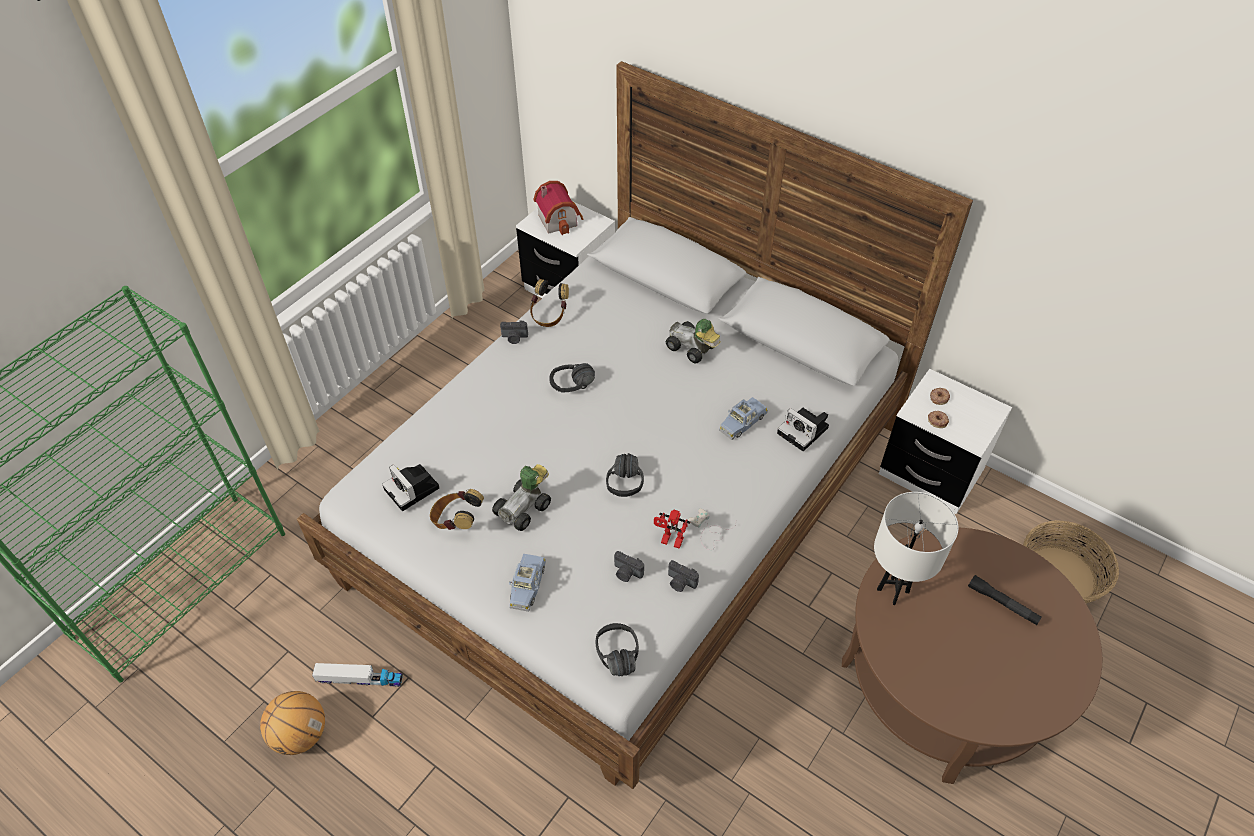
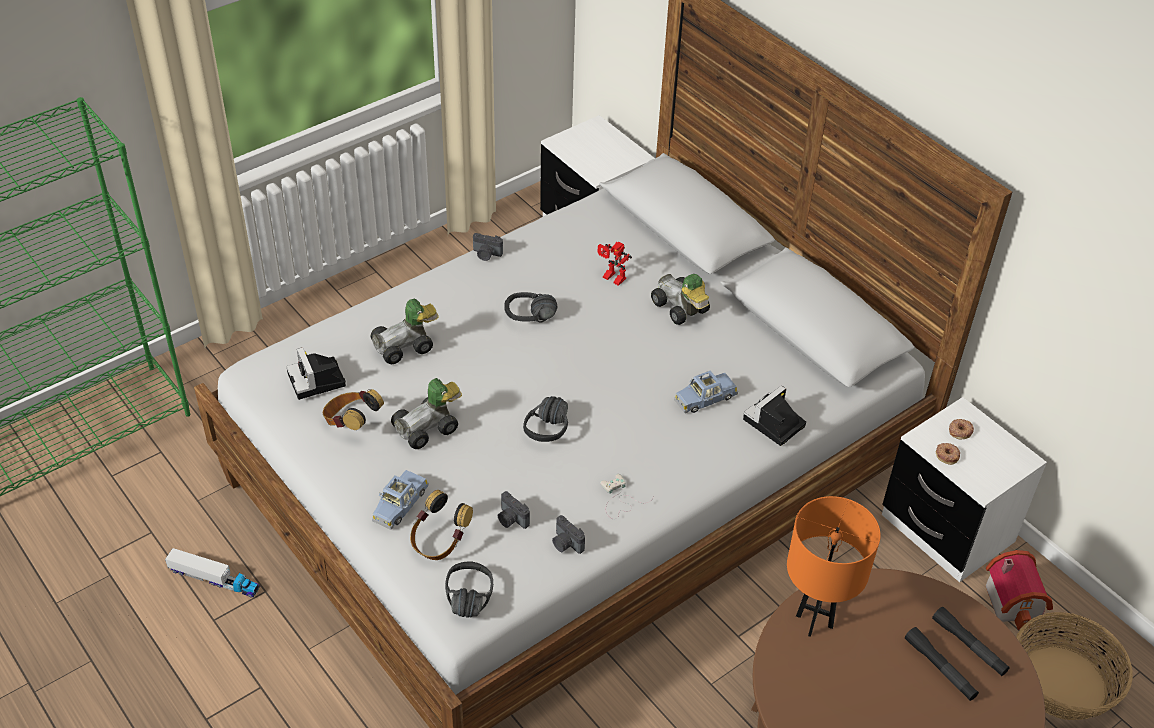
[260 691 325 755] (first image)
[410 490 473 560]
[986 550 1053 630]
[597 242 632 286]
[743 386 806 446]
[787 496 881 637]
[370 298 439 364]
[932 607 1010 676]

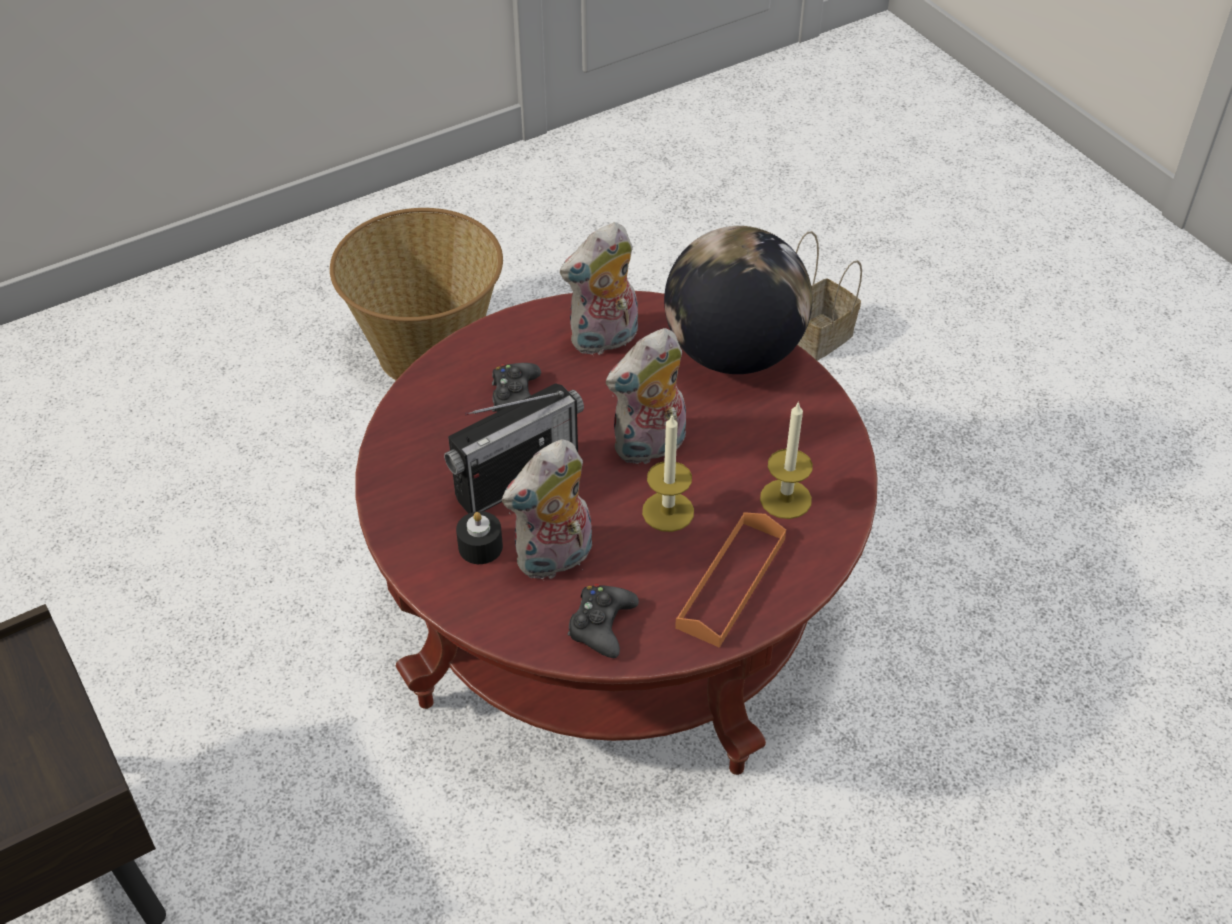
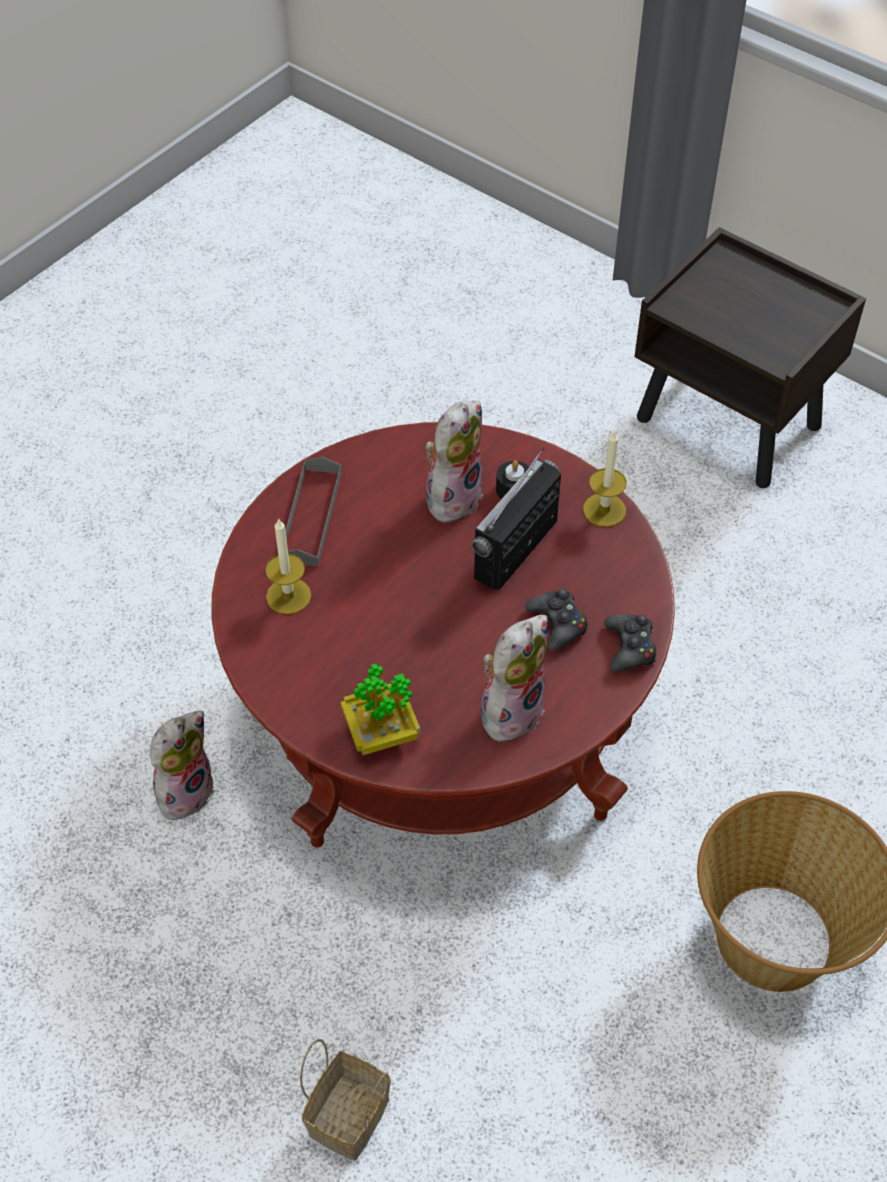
[604 614 656 672]
[150 711 215 823]
[583 430 627 527]
[341 664 420 755]
[285 457 342 566]

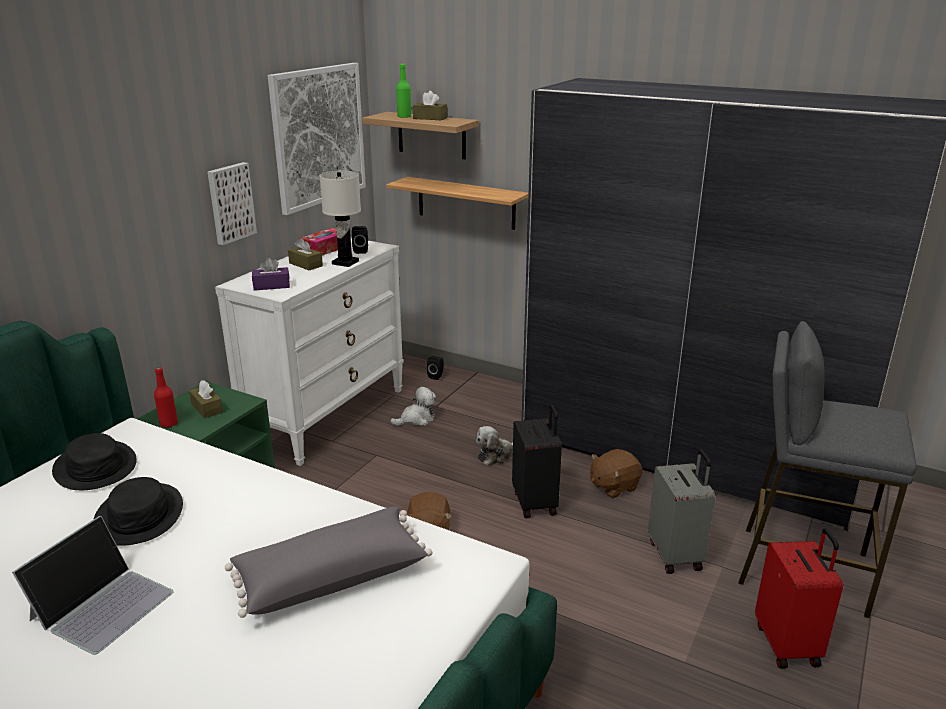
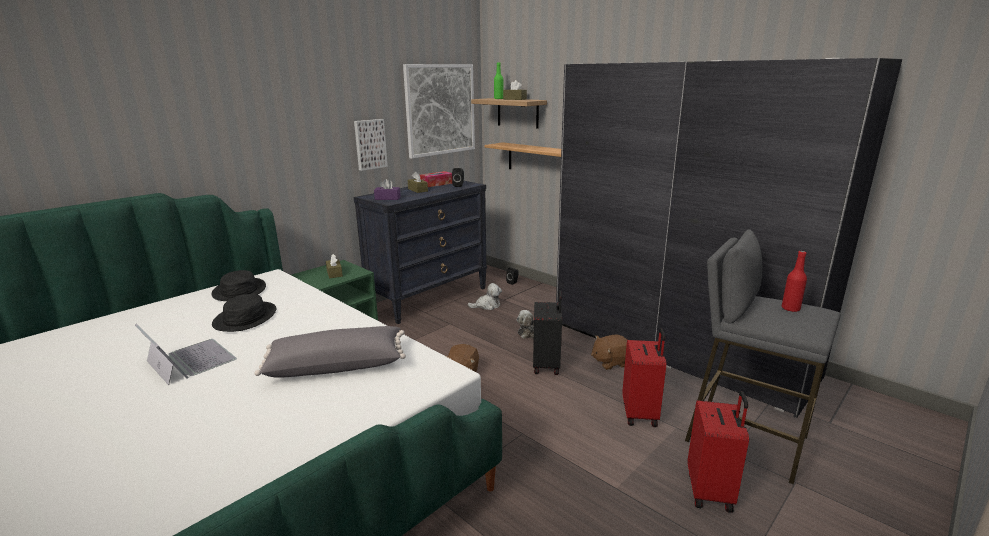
[135 324 237 385]
[782 251 807 312]
[354 181 487 324]
[319 171 361 267] (first image)
[622 328 666 427]

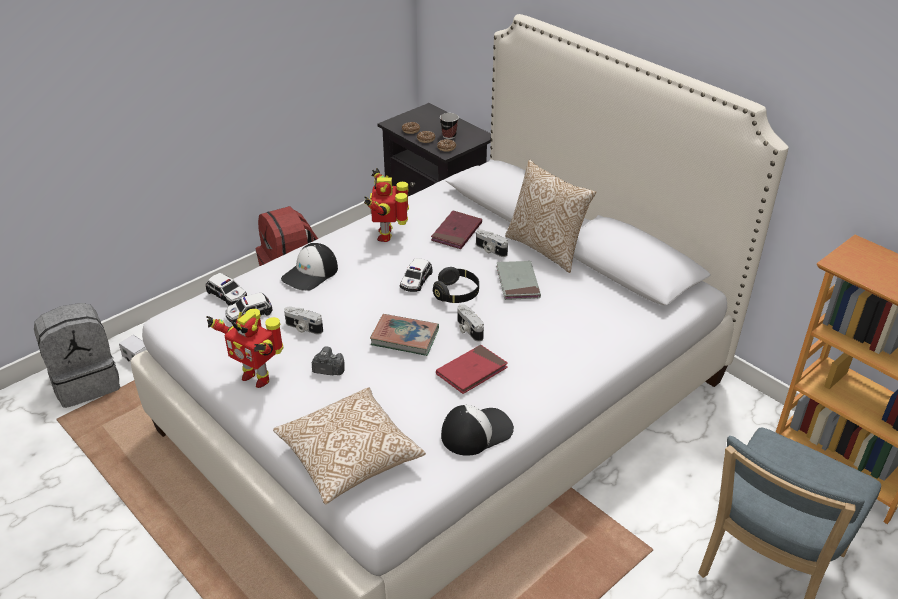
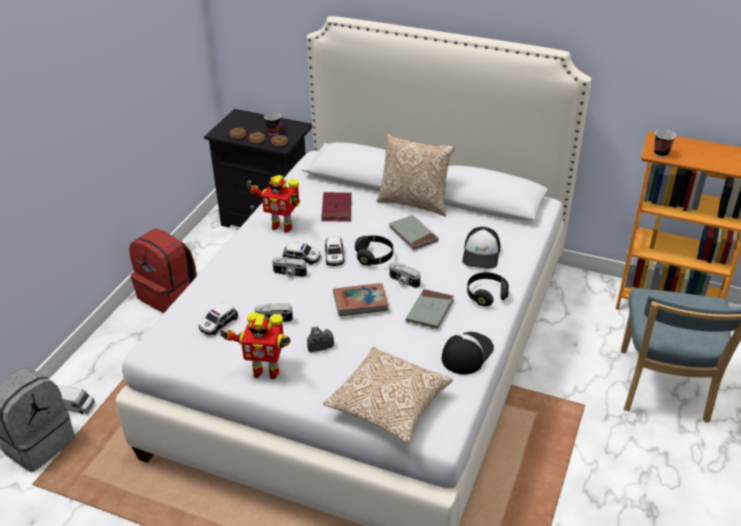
[283 242 321 265]
[462 227 500 269]
[246 175 300 233]
[406 289 454 330]
[272 257 307 277]
[467 272 509 306]
[654 129 676 157]

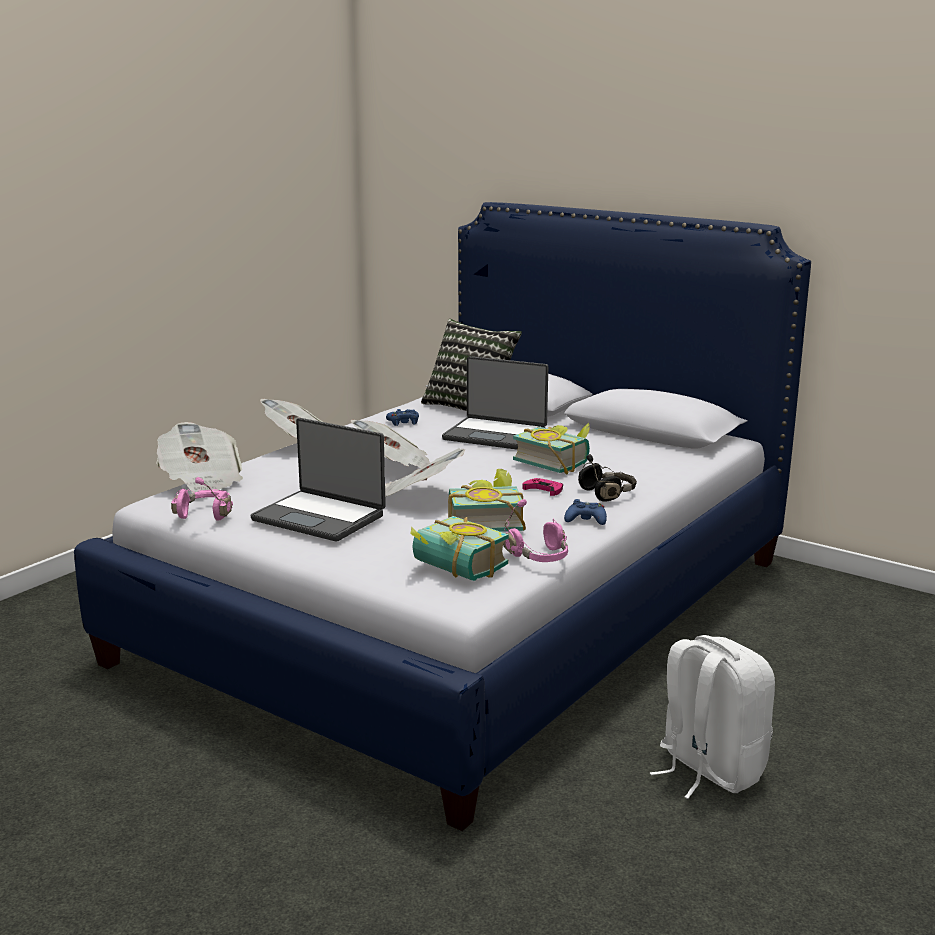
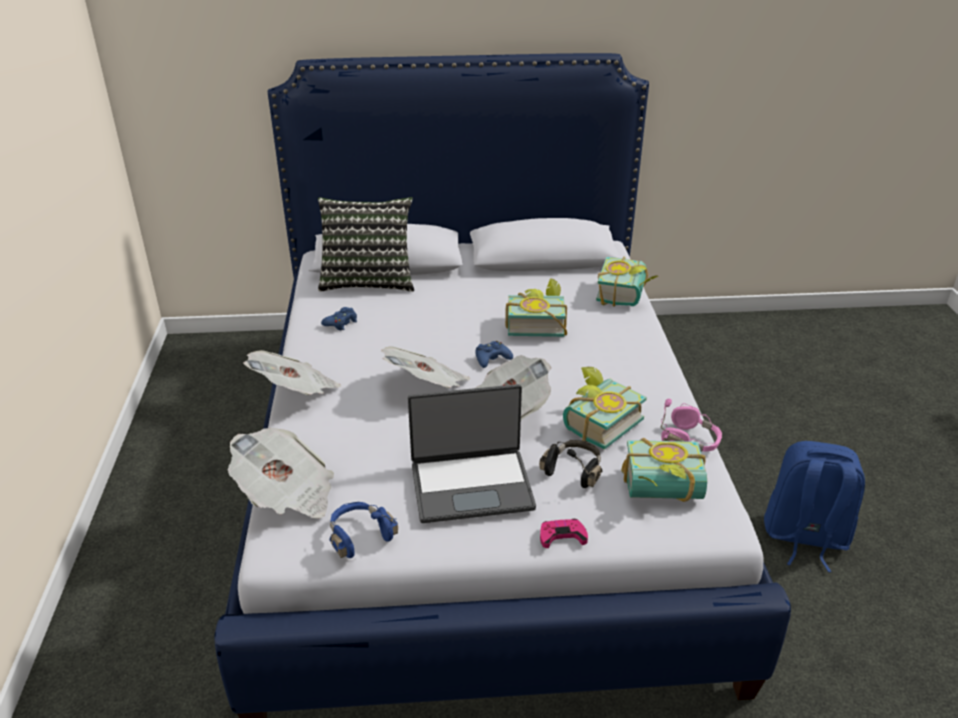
[330 502 398 558]
[442 356 548 450] (first image)
[540 519 588 548]
[475 341 513 368]
[539 440 602 488]
[764 441 865 572]
[596 257 658 307]

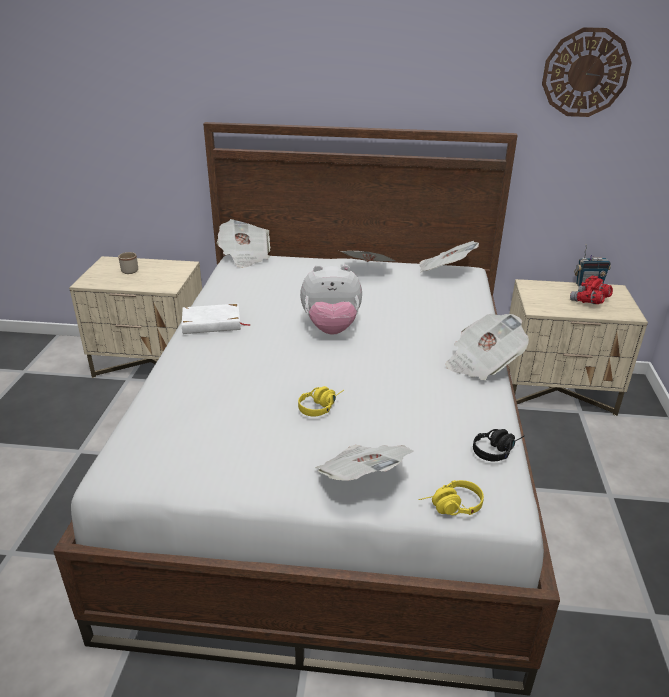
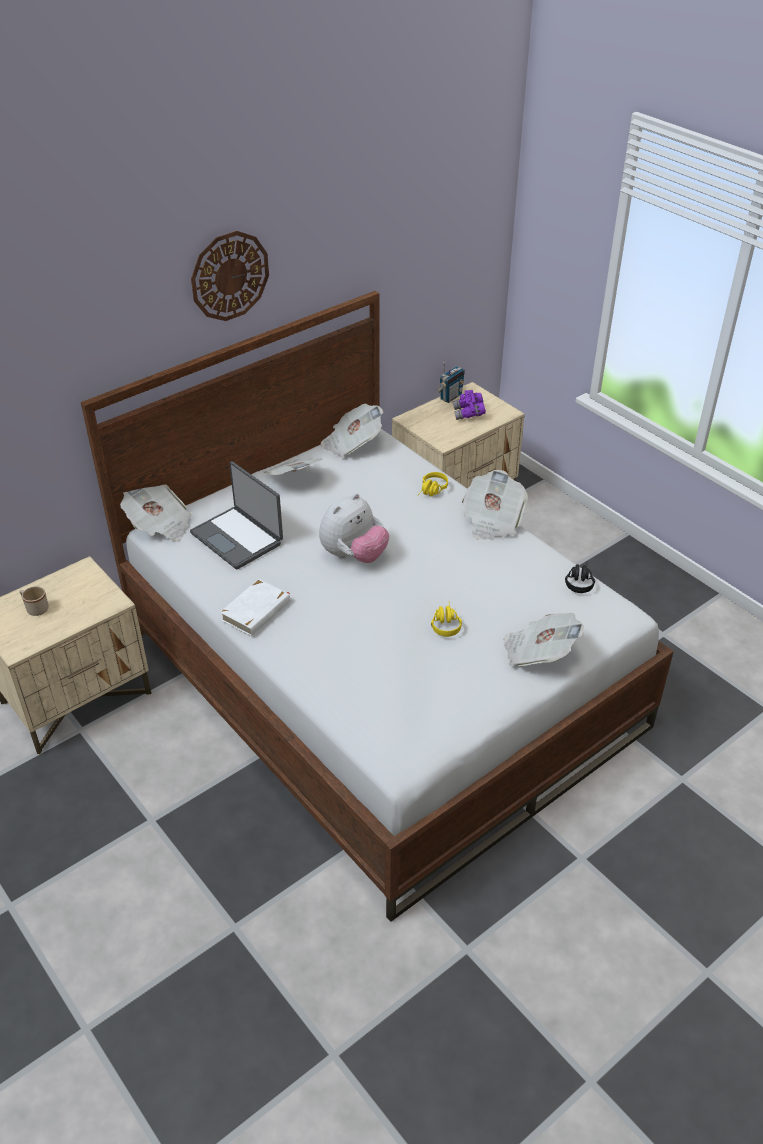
[418 472 448 497]
[191 231 269 321]
[452 390 486 420]
[190 461 283 569]

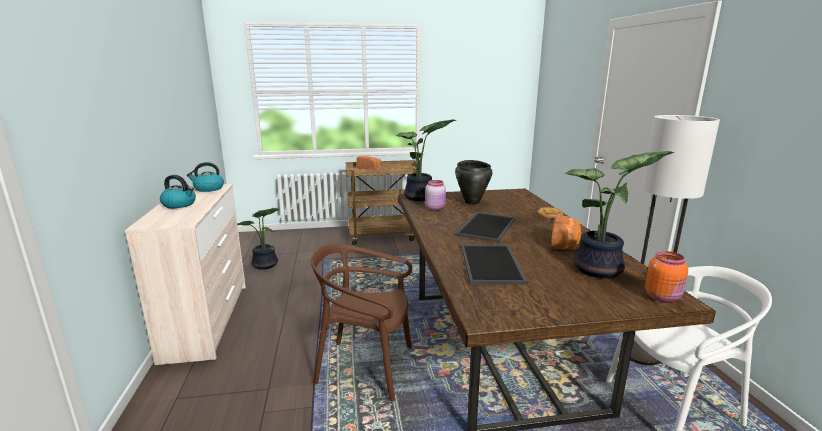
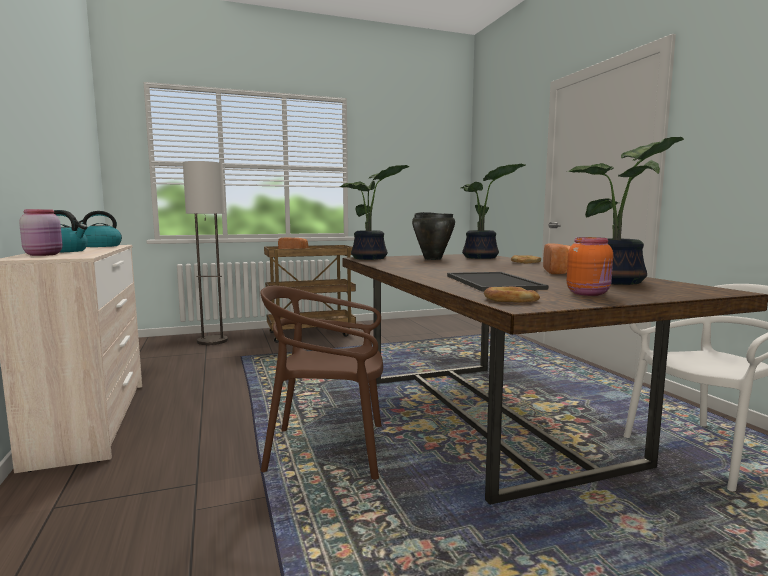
[461 164 526 259]
[19 209 63 256]
[455 212 516 243] (first image)
[183 161 228 345]
[567 237 613 296]
[484 287 540 302]

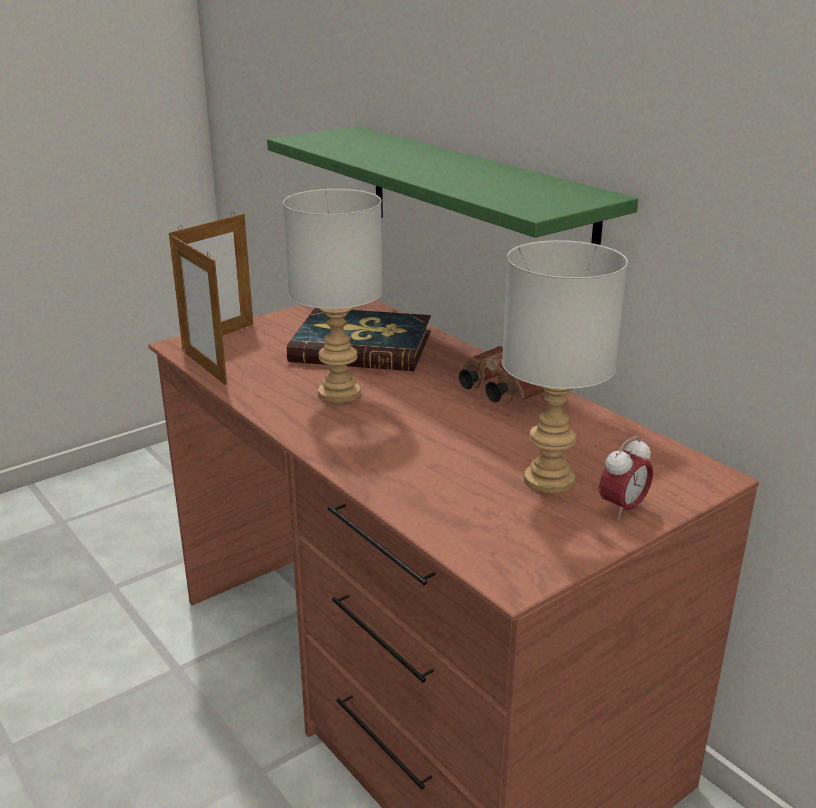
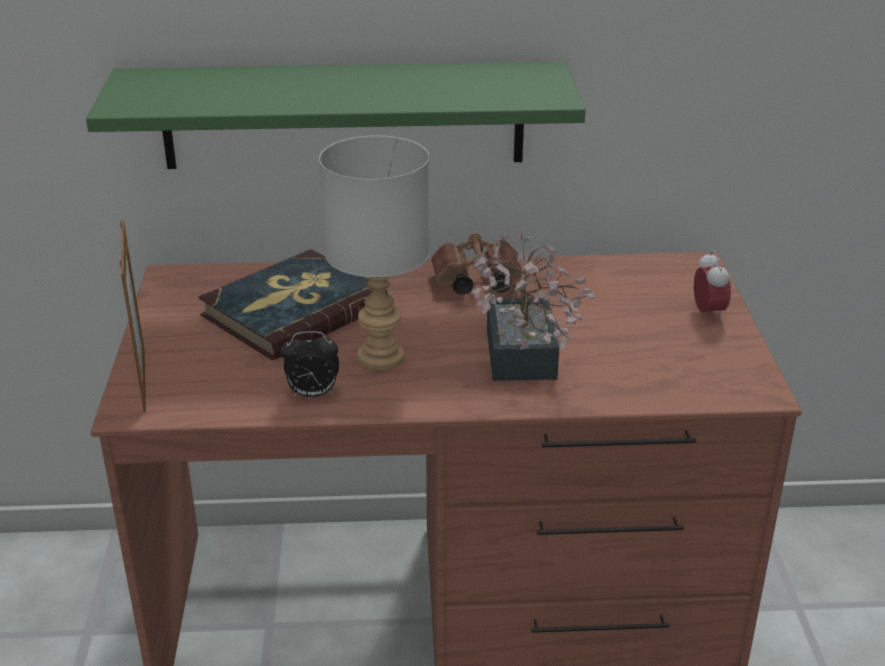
[172 236 227 385] (first image)
[502 240 628 494] (first image)
[281 331 339 397]
[471 232 594 381]

